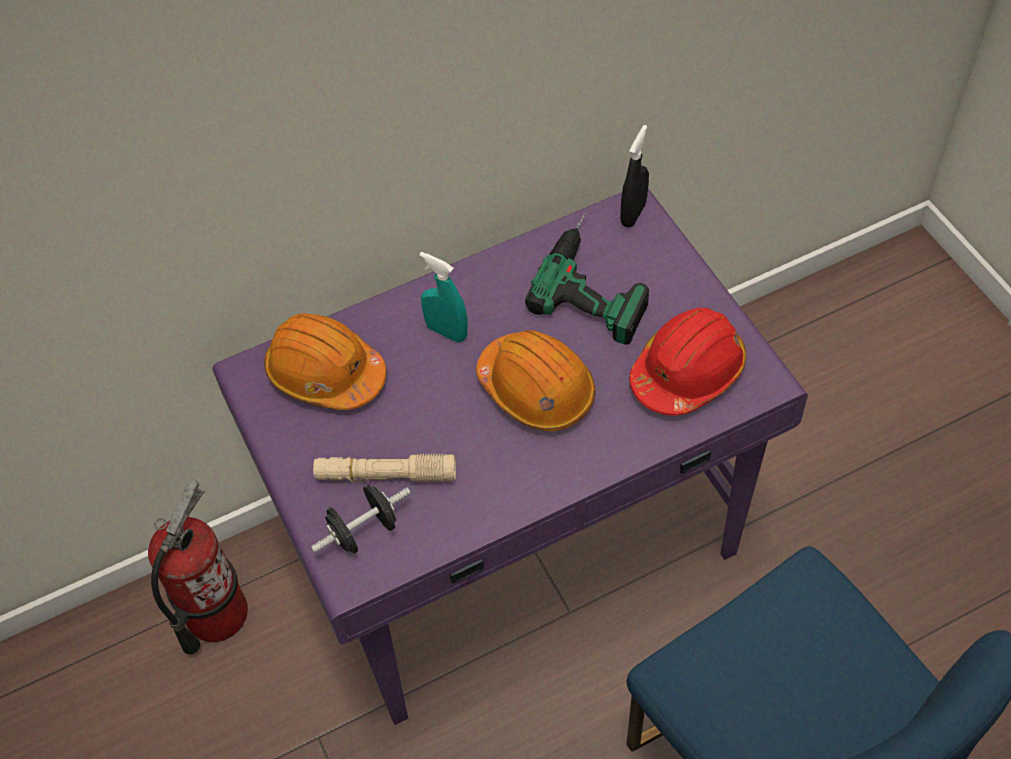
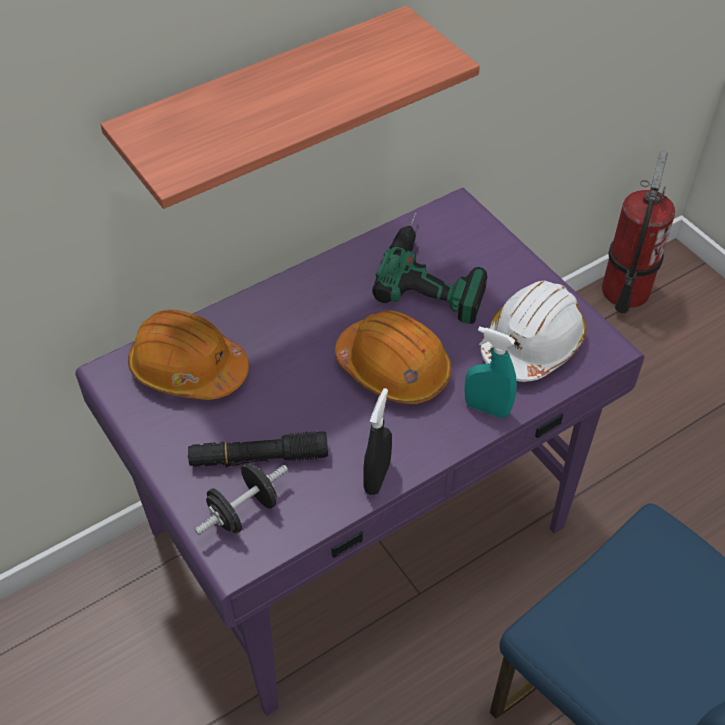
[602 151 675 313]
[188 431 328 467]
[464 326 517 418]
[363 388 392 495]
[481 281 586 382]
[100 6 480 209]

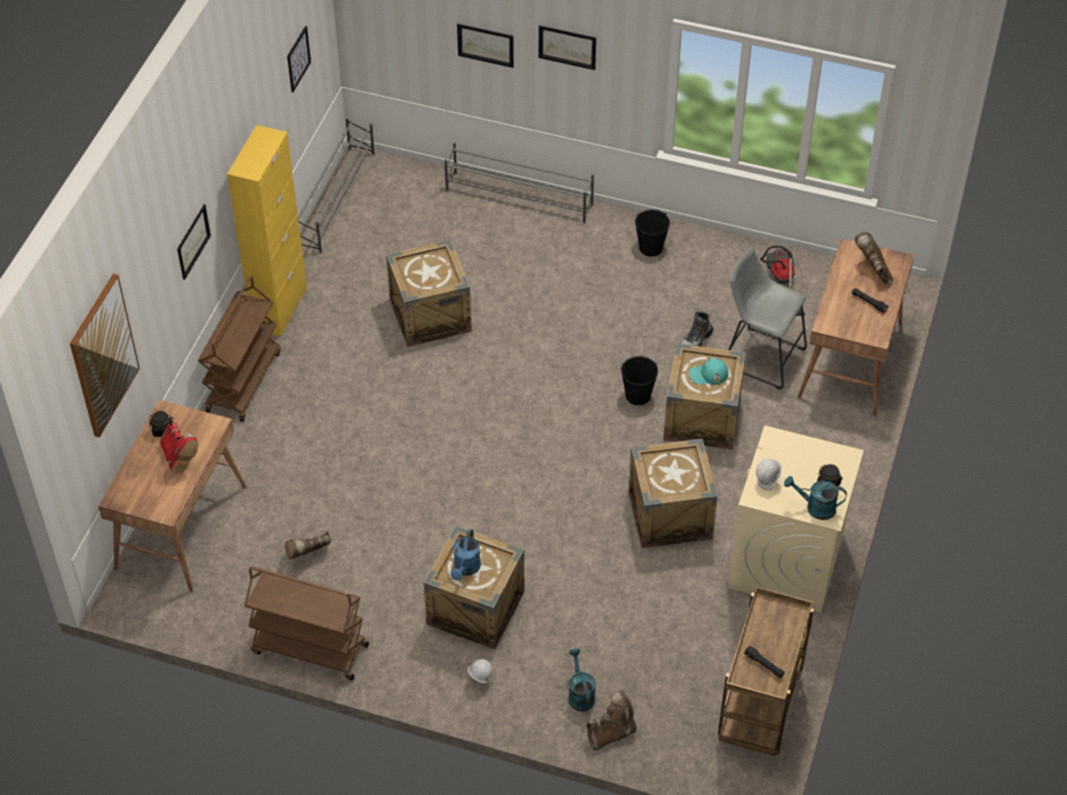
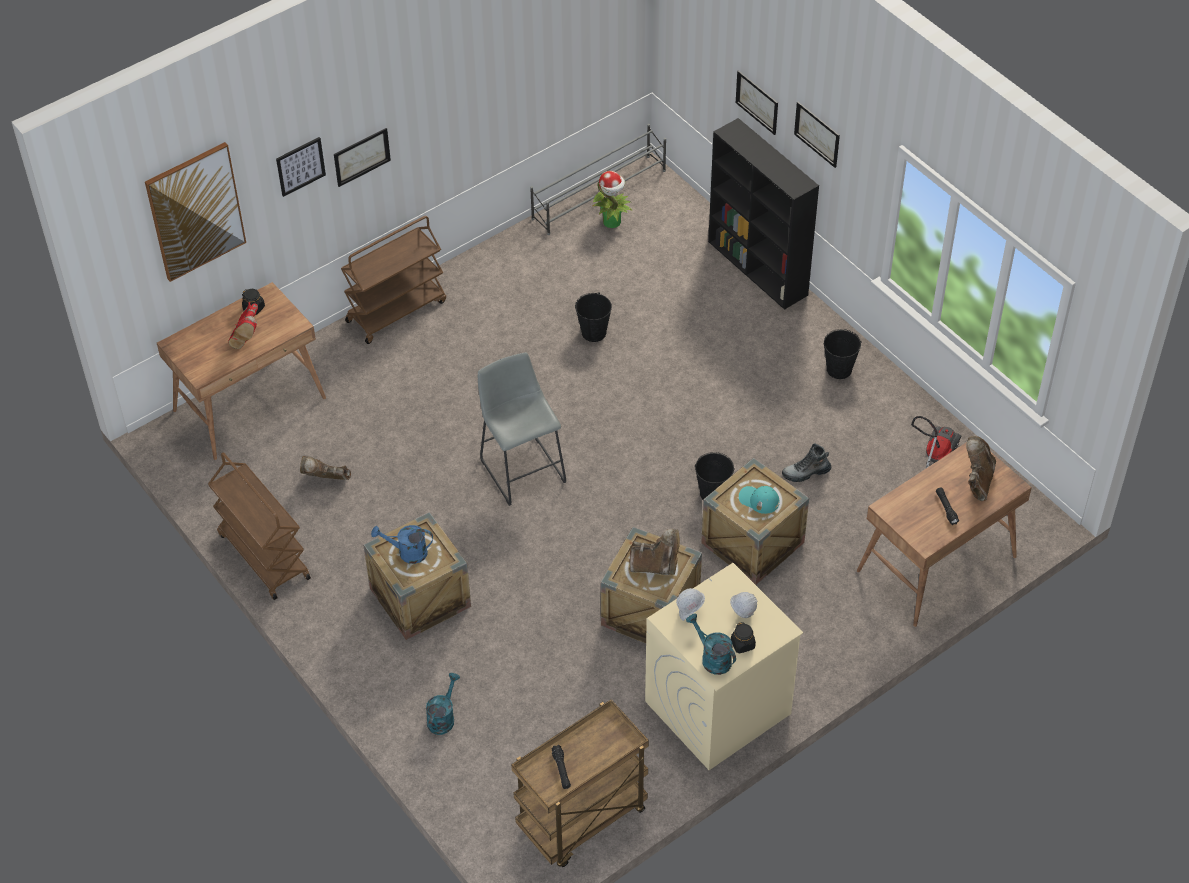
[227 125 307 337] (first image)
[276 137 326 197]
[575 292 612 342]
[708 118 819 310]
[371 525 433 564]
[730 592 757 618]
[629 529 680 575]
[478 353 566 506]
[593 171 633 228]

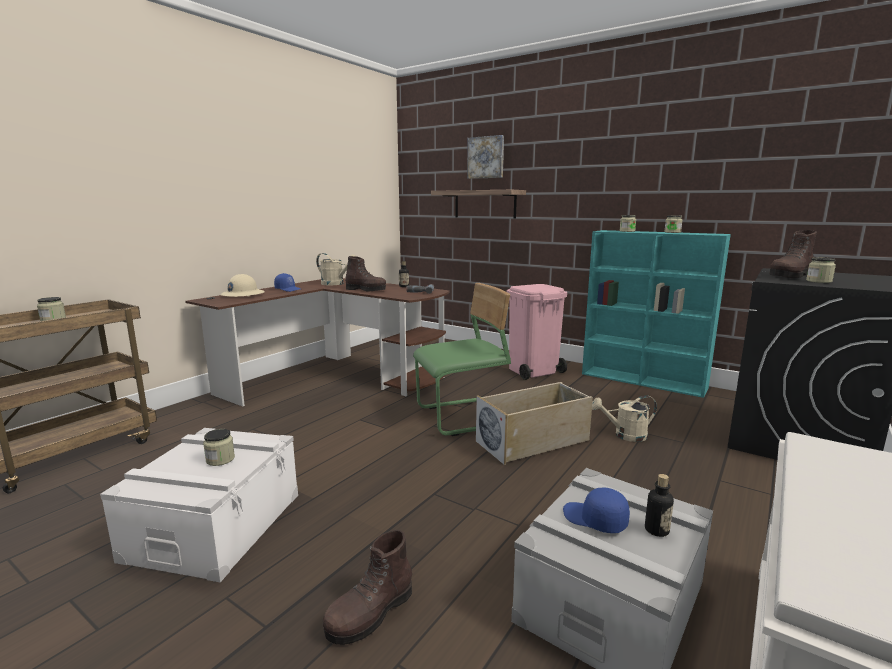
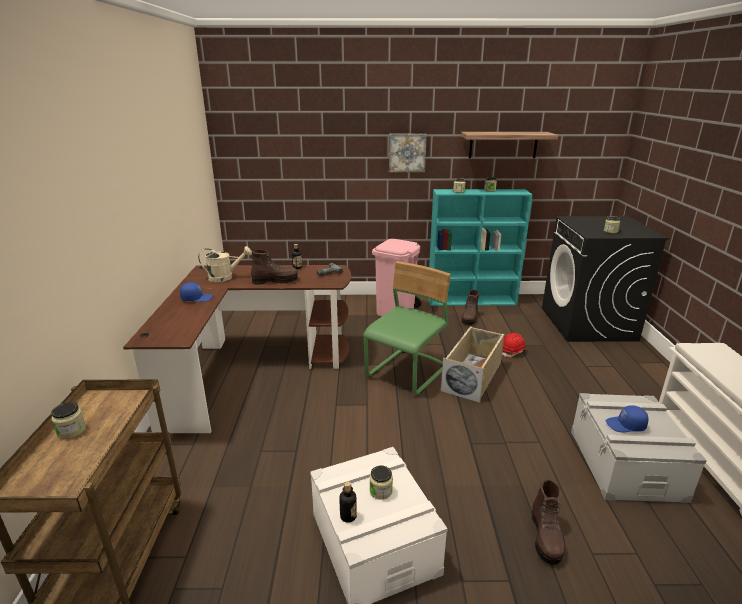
[220 274 265 297] (first image)
[461 132 558 158]
[389 134 427 172]
[502 333 527 358]
[339 481 357 523]
[461 290 479 325]

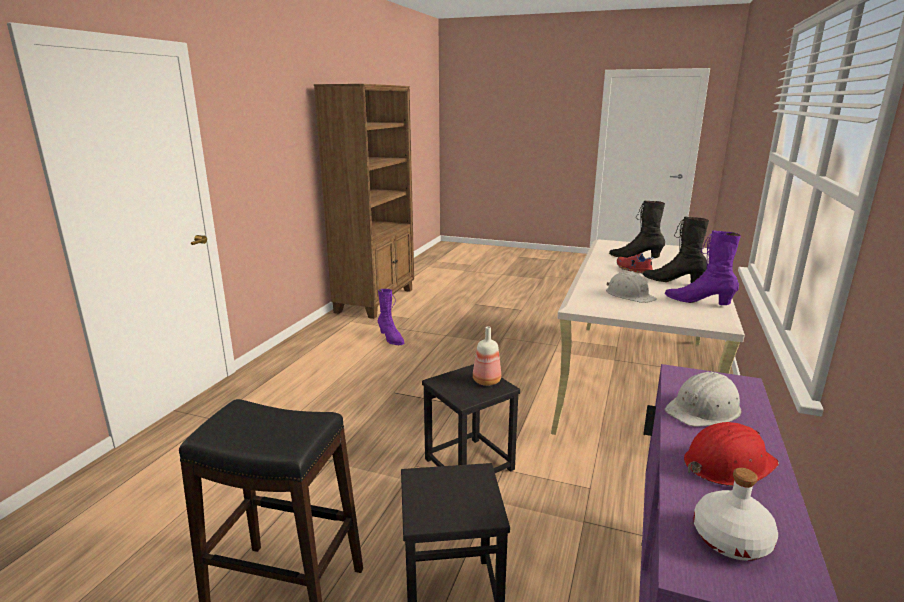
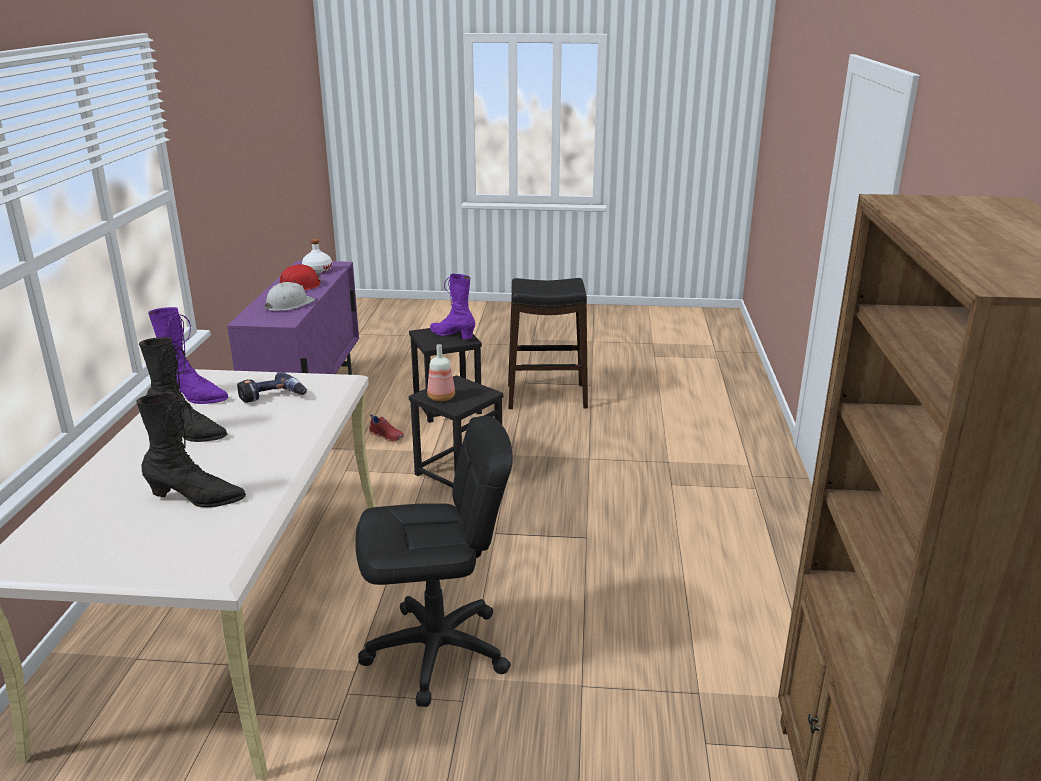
[430 274 475 339]
[237 372 307 403]
[369 414 404 442]
[355 416 513 707]

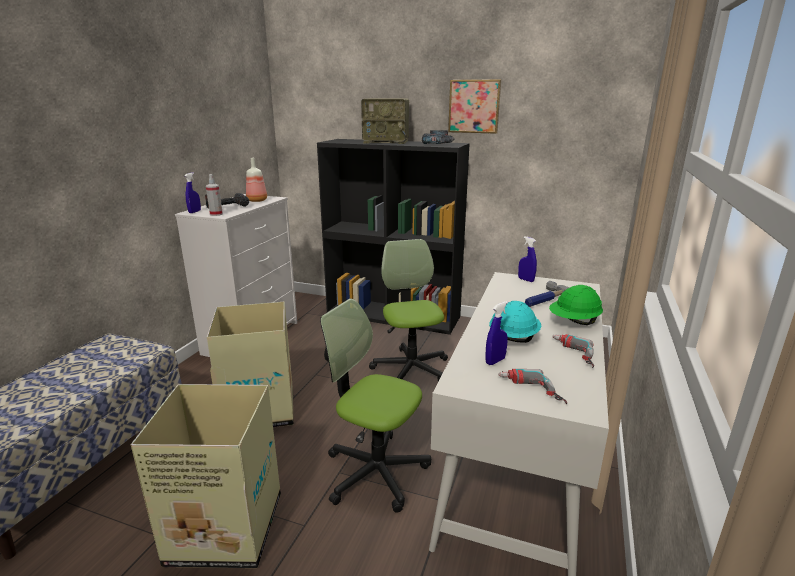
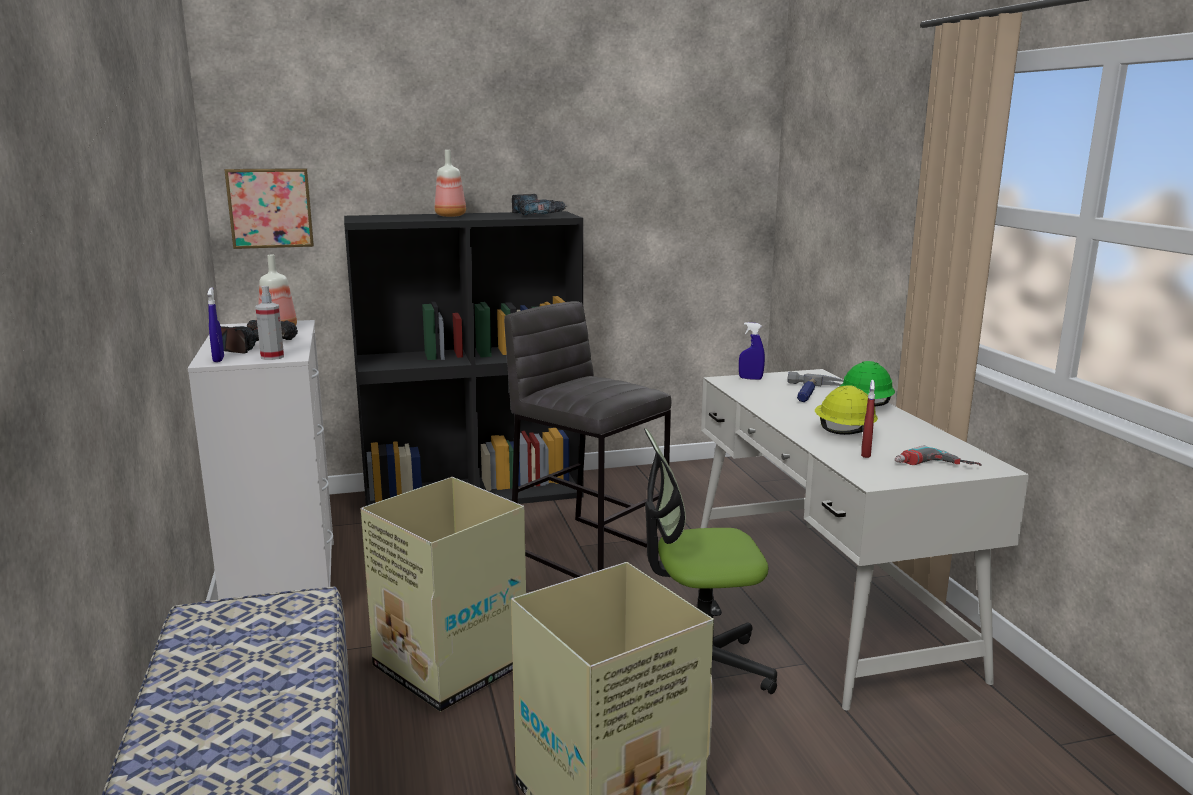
[435 150 466 217]
[504 301 671 578]
[224 168 314 249]
[861 380 875 458]
[815 385 878 435]
[552 334 594 368] (first image)

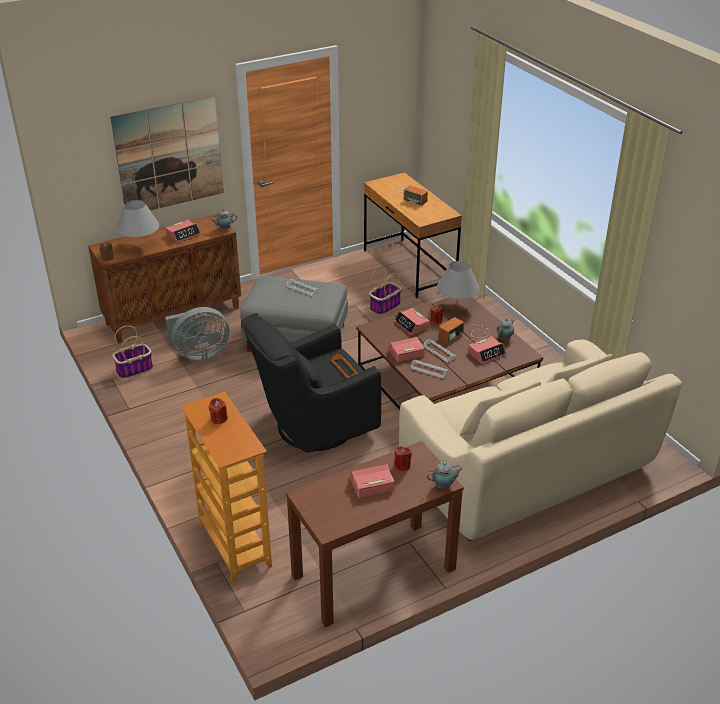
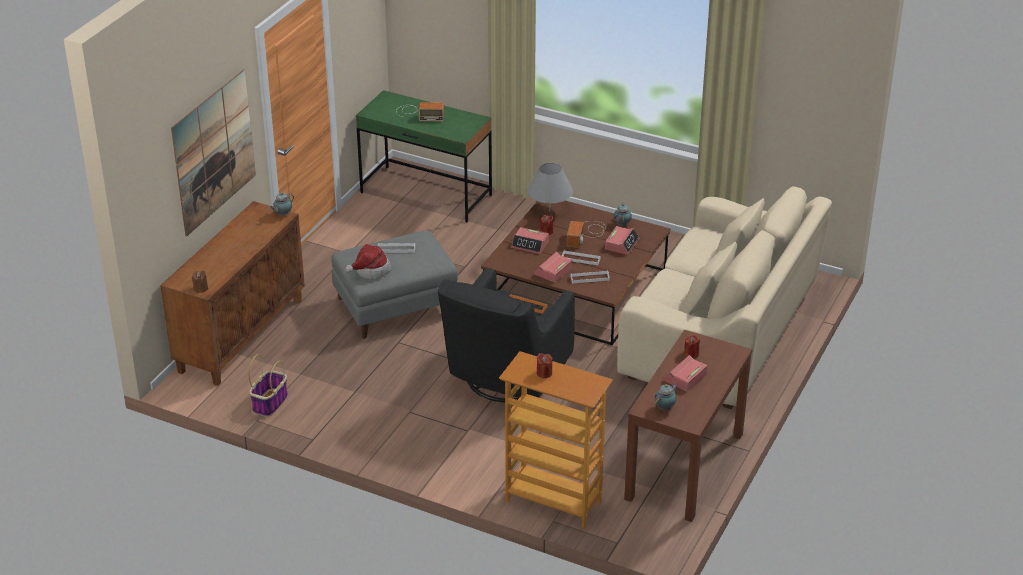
[117 200 159 246] (first image)
[165 307 229 360] (first image)
[166 219 201 243] (first image)
[356 90 492 222]
[369 266 402 315] (first image)
[655 384 677 411]
[345 244 391 279]

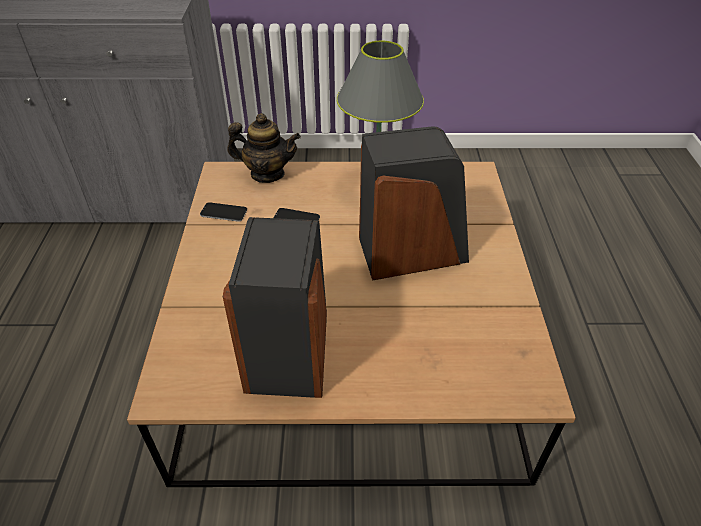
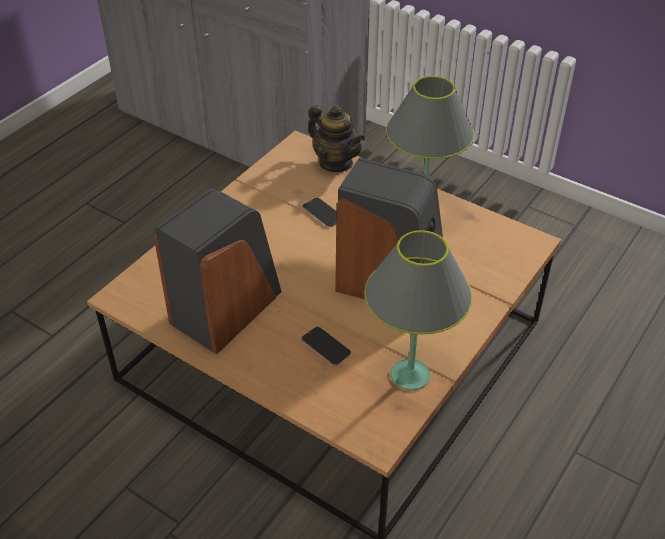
[301 327 351 366]
[364 230 472 390]

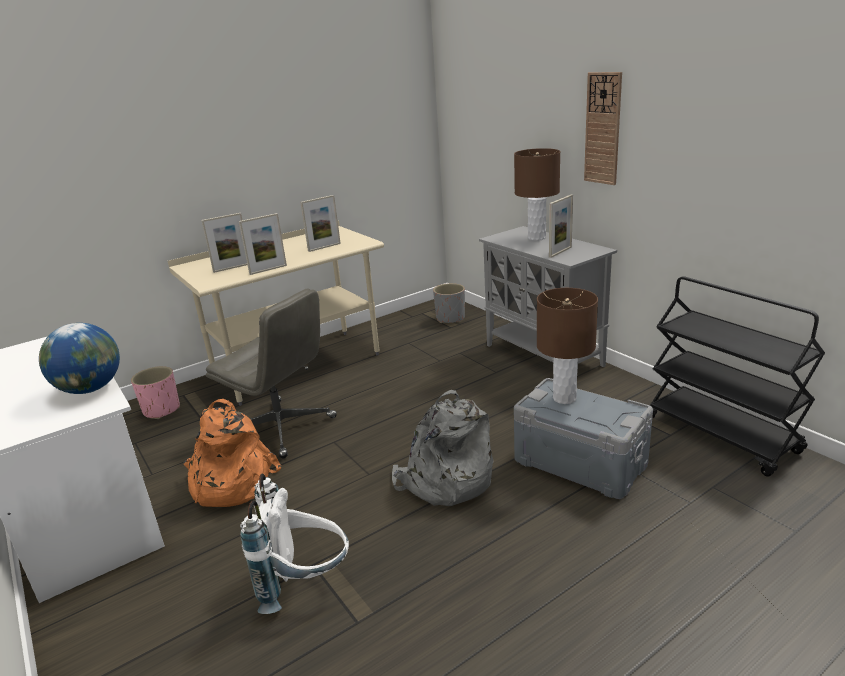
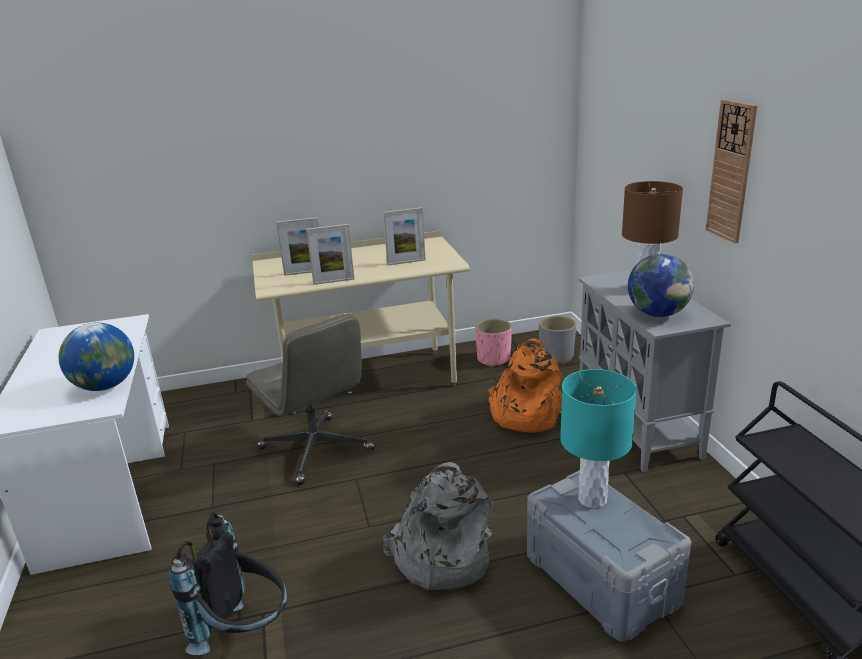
[475 318 512 367]
[487 339 562 433]
[169 512 287 655]
[560 369 637 509]
[628 254 694 317]

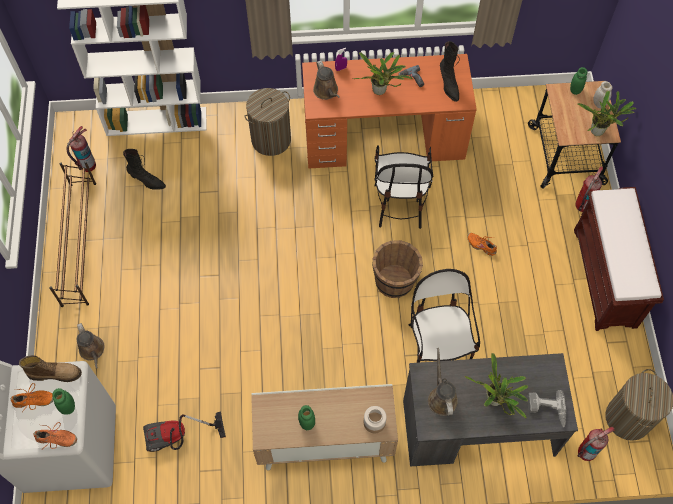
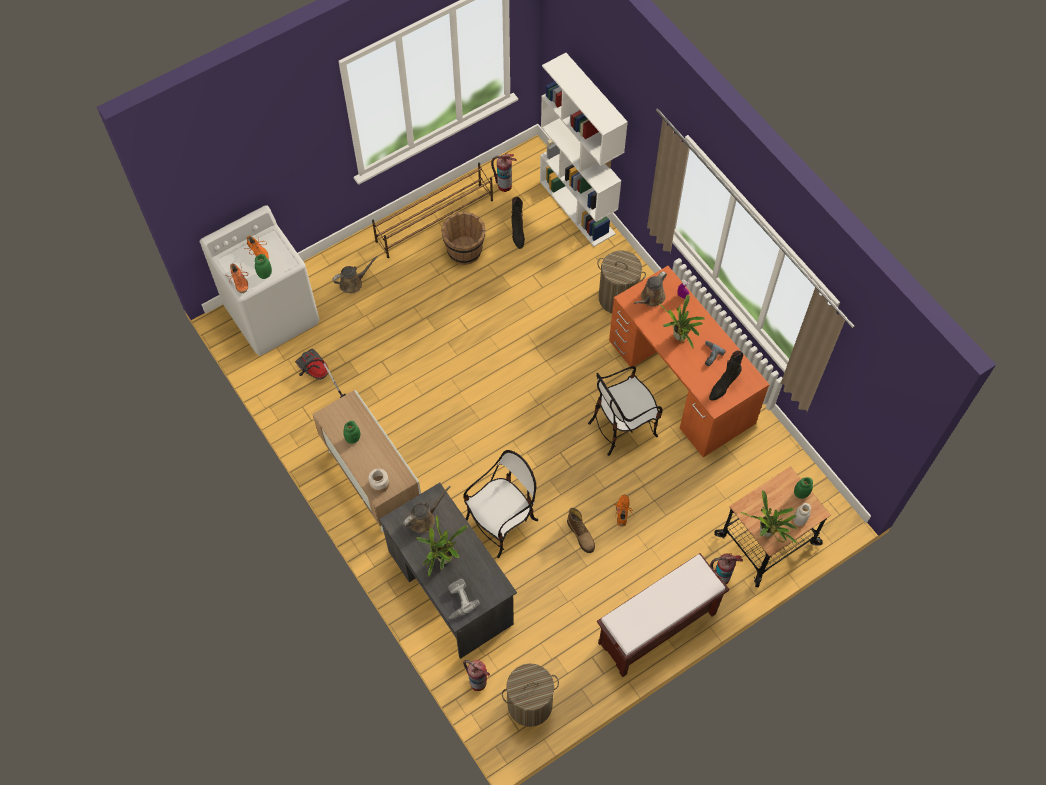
[567 508 595 553]
[332 256 378 293]
[441 212 486 265]

